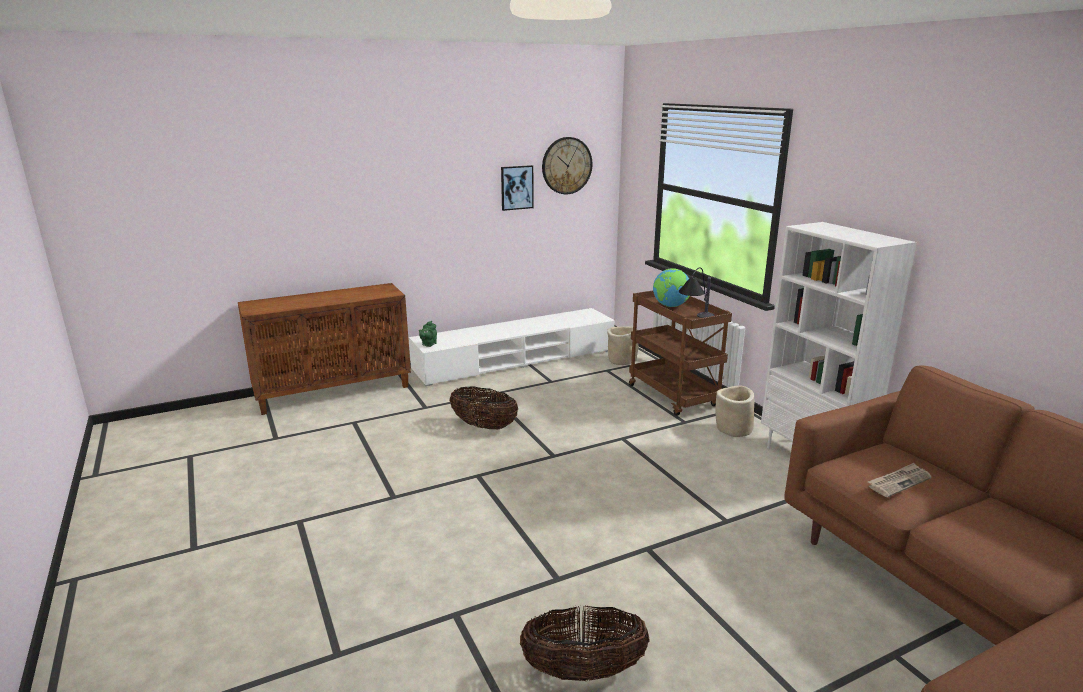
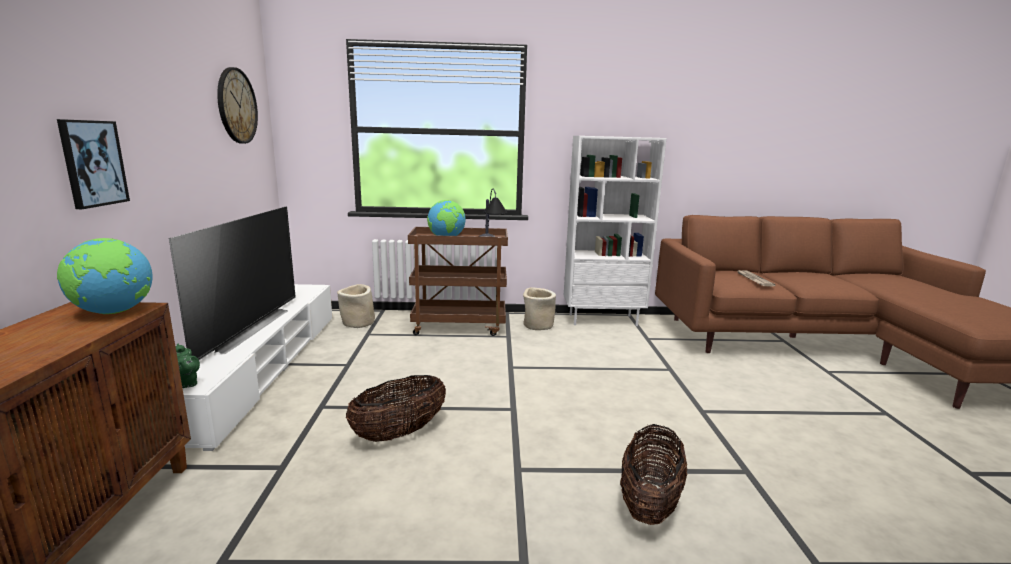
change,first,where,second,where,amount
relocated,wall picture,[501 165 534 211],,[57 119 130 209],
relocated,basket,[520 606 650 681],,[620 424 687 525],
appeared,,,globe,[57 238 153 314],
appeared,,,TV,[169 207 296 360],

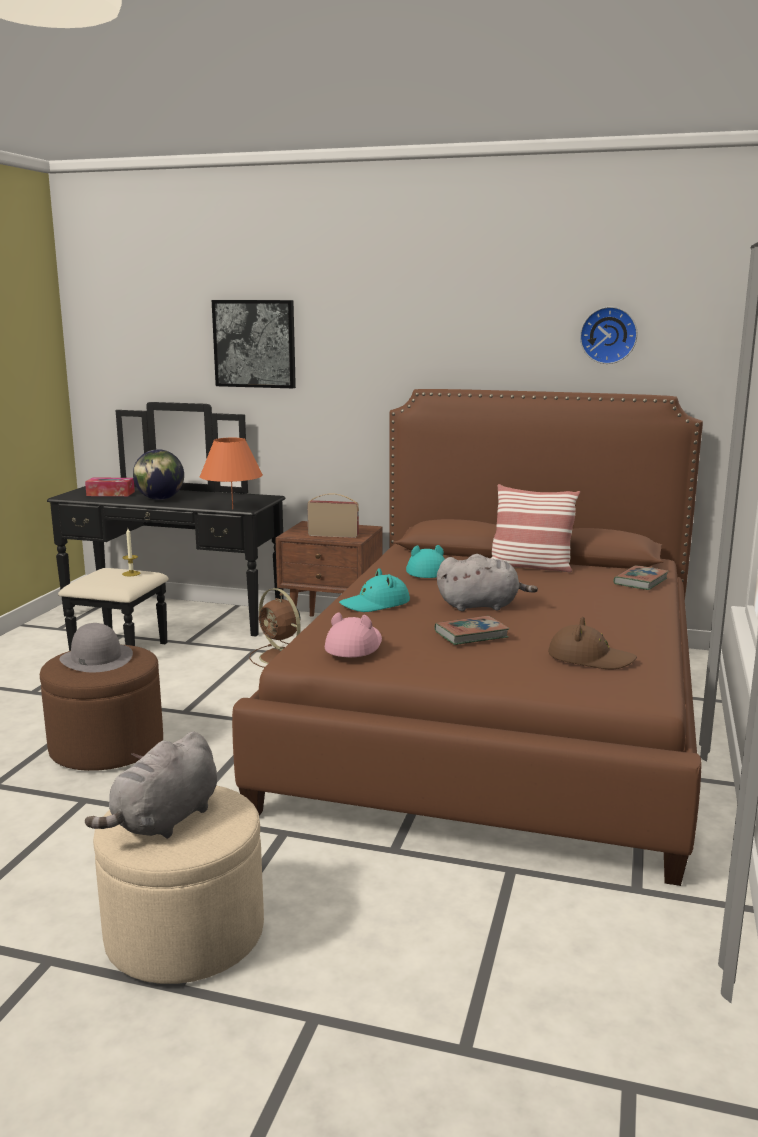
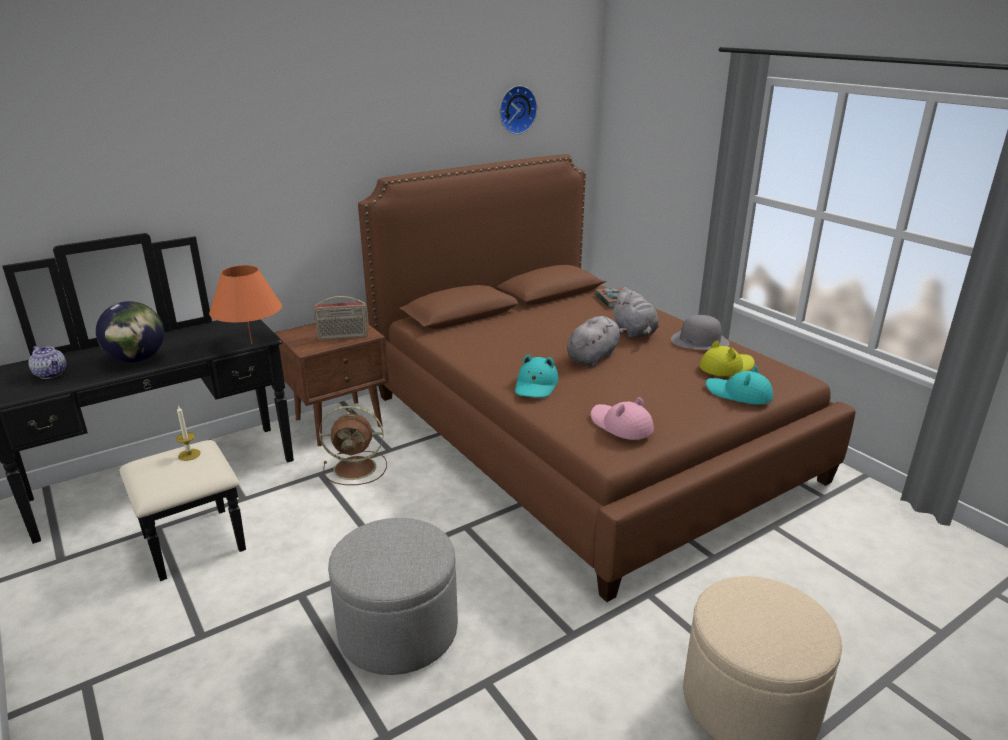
change,first,where,second,where,amount
colour,brown-coloured pouffe,[40 645 163 771],grey pouffe,[328 518 458 675],
relocated,grey clothing hat,[60 623 133 672],,[671 315 730 350],
exchanged,box of tissues,[85 478 135 496],tea pot,[28 346 66 379],
relocated,grey plush toy,[85 731 217 839],,[612 287 659 338],
missing,wall picture,[212 300 296 388],,,
spun,radio,[307 493 359 538],,[313 296 368 340],150 degrees counterclockwise
relocated,turquoise clothing hat,[406 545 445 578],,[706 365 773 404],
missing,volume,[435 616 509 645],,,
missing,cushion,[492 484 580 572],,,
colour,brown-coloured clothing hat,[548 617 637 669],yellow clothing hat,[700 341 755 376],

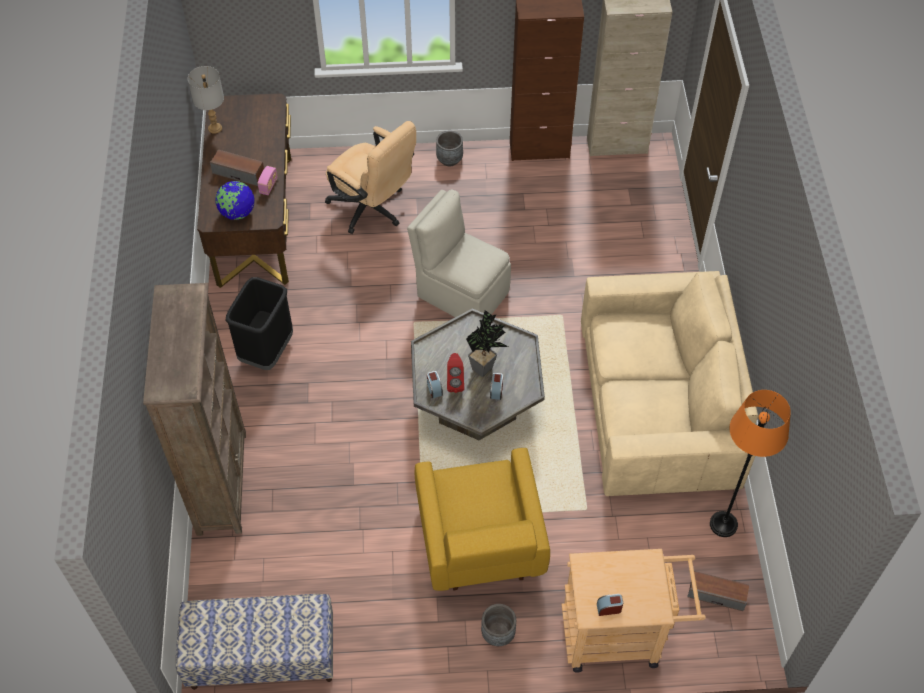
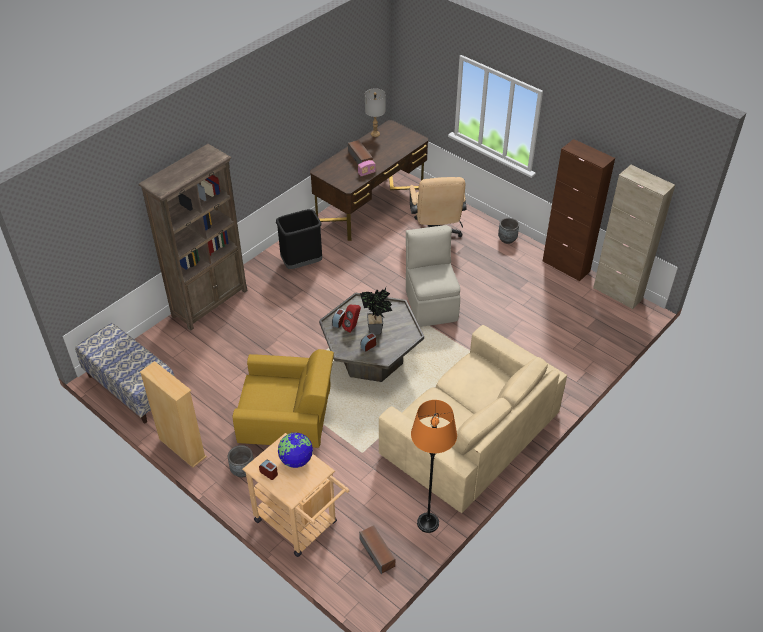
change,first,where,second,where,amount
relocated,globe,[215 181 254 220],,[278 432 313 468],
spun,yellow easy chair,[415 448 550 591],,[233 349 334 448],120 degrees counterclockwise
appeared,,,sand-coloured bookcase,[140 361 207 468],

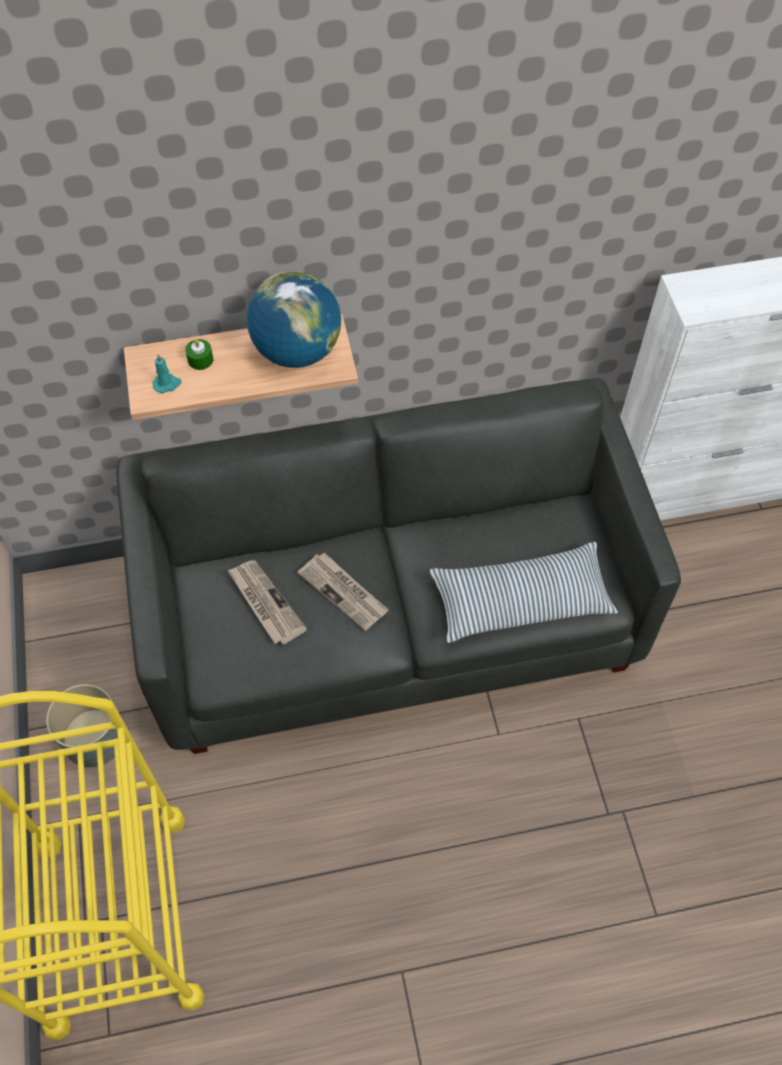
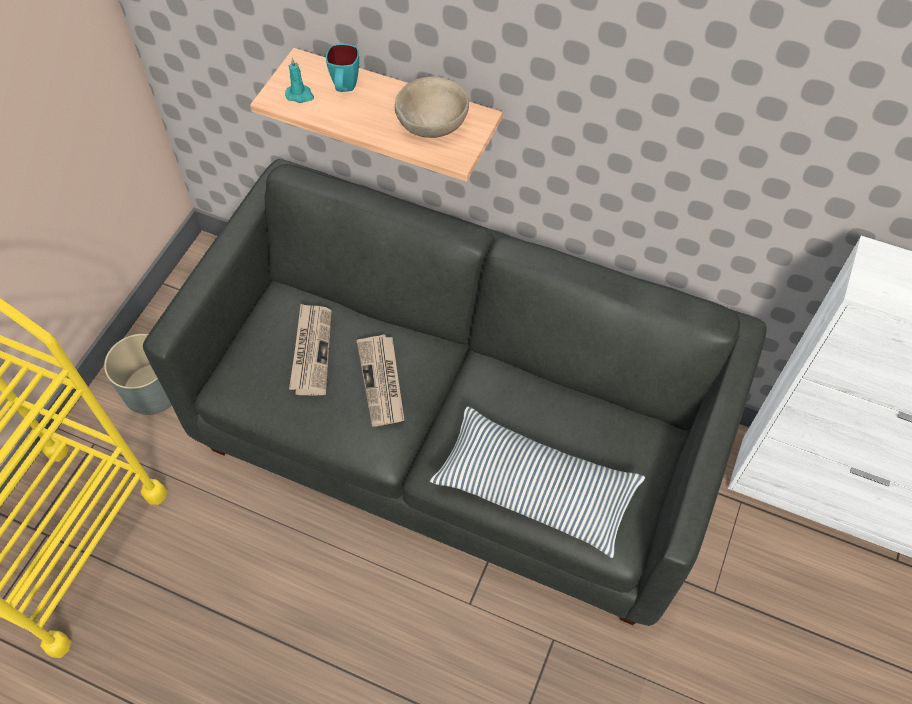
change,first,where,second,where,amount
exchanged,green-coloured wax candle,[185 339 213 370],turquoise coffee mug,[326 44 359 92],
exchanged,globe,[247 272 341 368],sand-coloured bowl,[395 76 469 138],

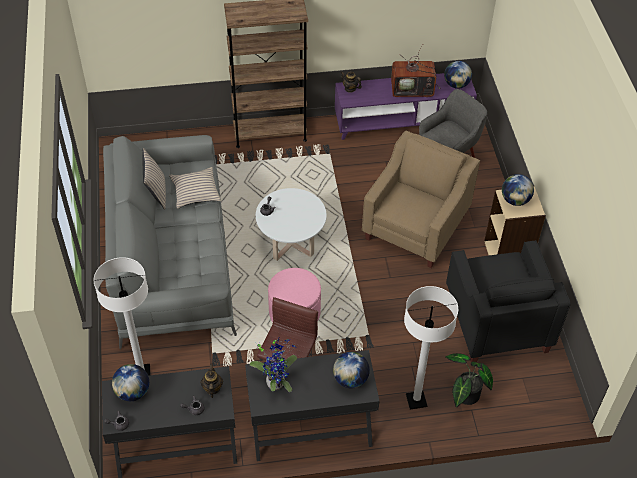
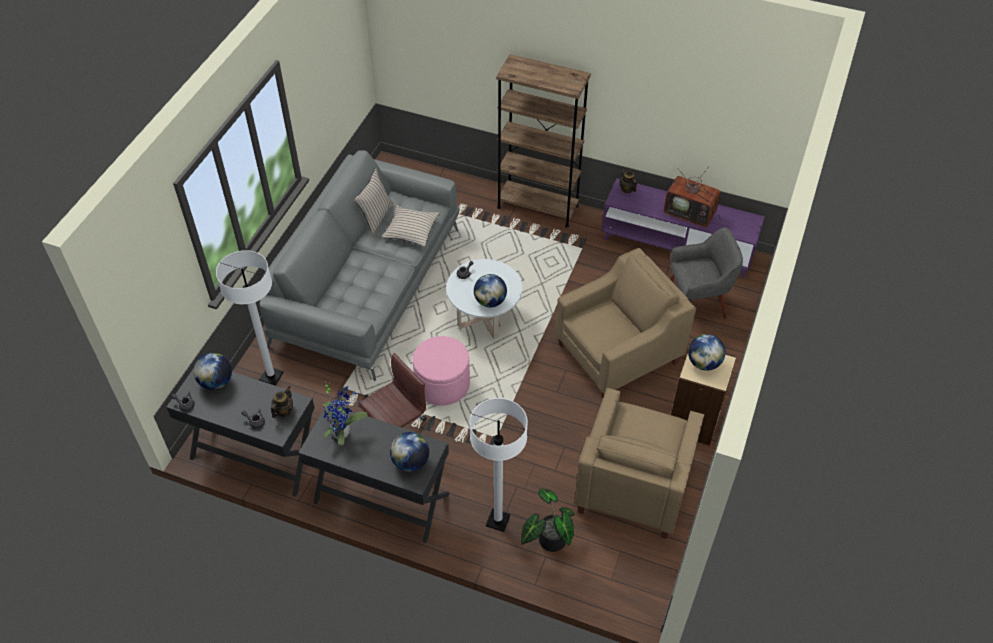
change,first,where,second,where,amount
relocated,globe,[444 61 472 89],,[474 274 507 307],
colour,blackish easy chair,[446 240 570 362],sand-coloured easy chair,[574 387 704 539],

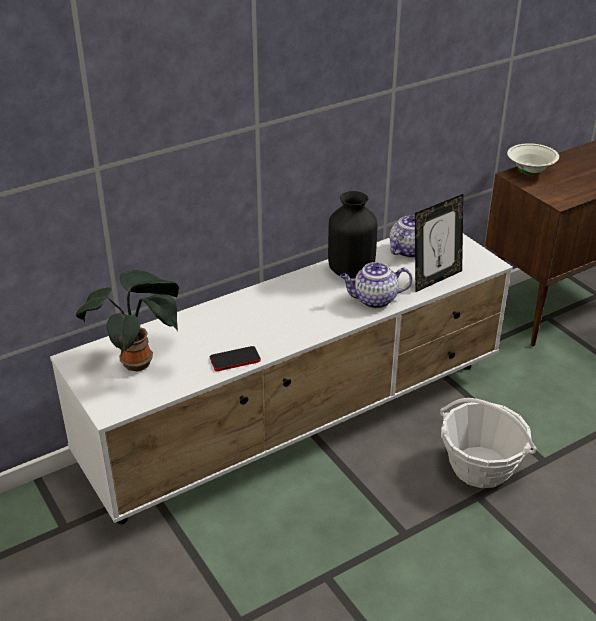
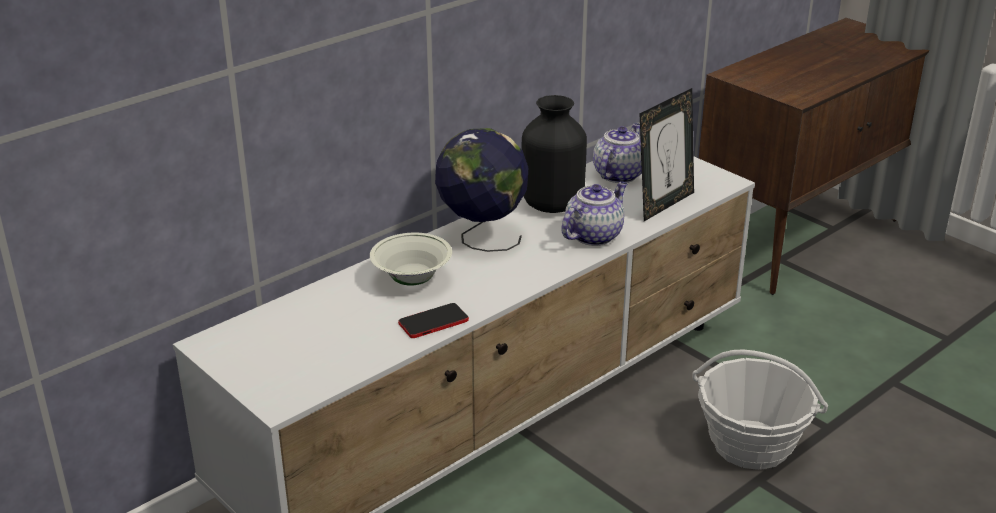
change,first,where,second,where,amount
missing,potted plant,[76 270 179 371],,,
spun,tea pot,[340 262 413 309],,[561 182 628 246],150 degrees clockwise
relocated,white bowl,[507 143 559 175],,[370 233 452 286],
appeared,,,globe,[435 128 528 252],

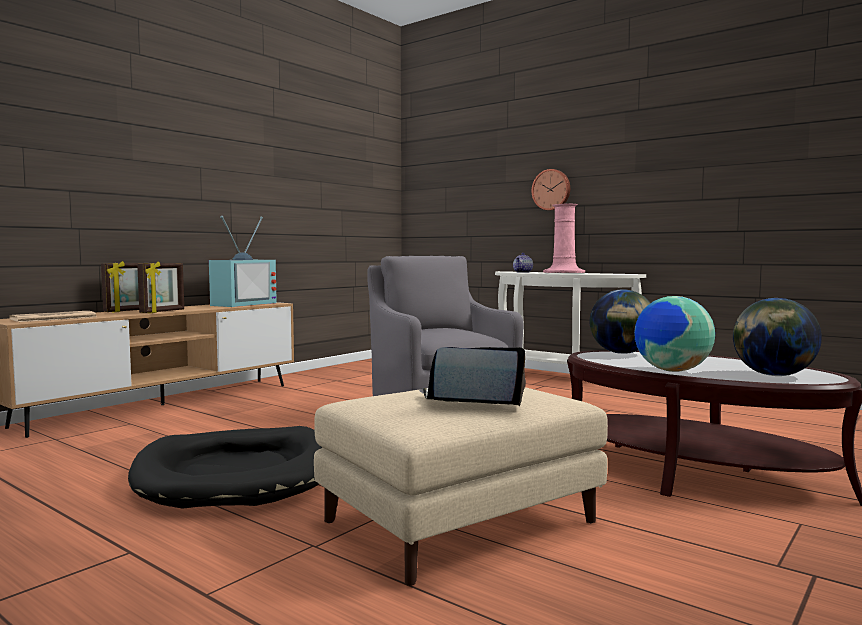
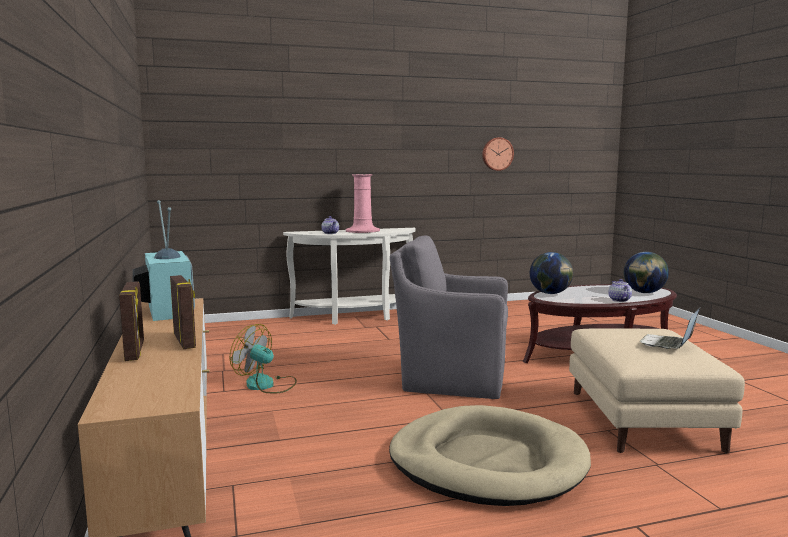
change,first,where,second,where,amount
missing,printed paper,[9 311 96 322],,,
colour,blackish dog bed,[128 426 322 509],sand-coloured dog bed,[389 405 591 506],
relocated,wall clock,[532 169 570 211],,[482 137 514 171],
exchanged,globe,[634 296 715 372],tea pot,[608 279 632 302],
appeared,,,cooling fan,[230 324 297 393],

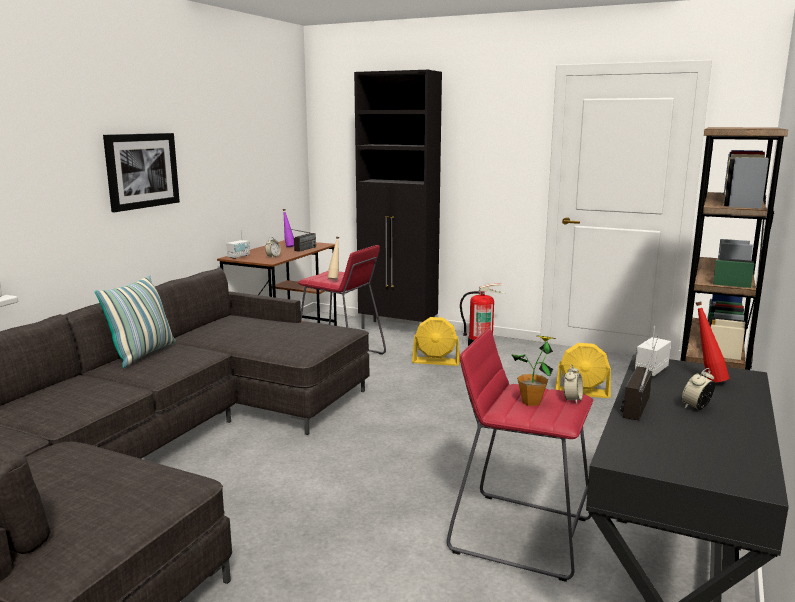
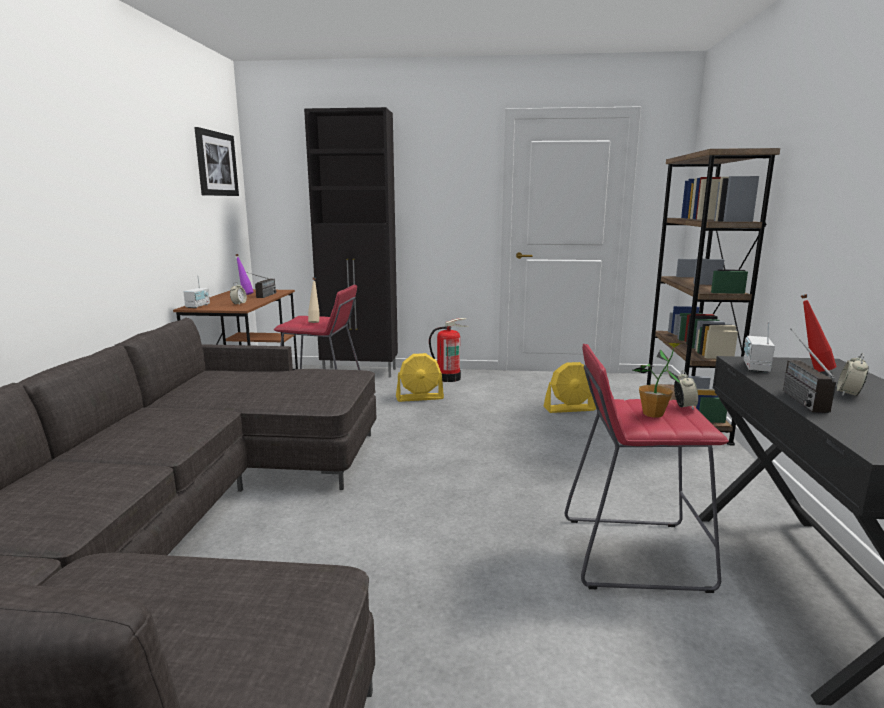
change,first,where,second,where,amount
missing,cushion,[95 275 176 368],,,
relocated,wall picture,[103 133 180 212],,[194 127 239 196],

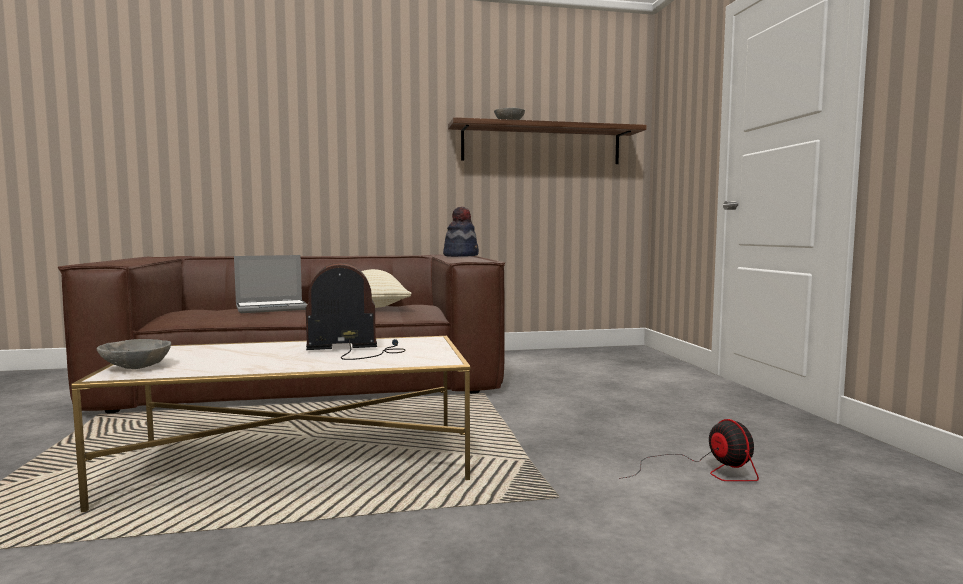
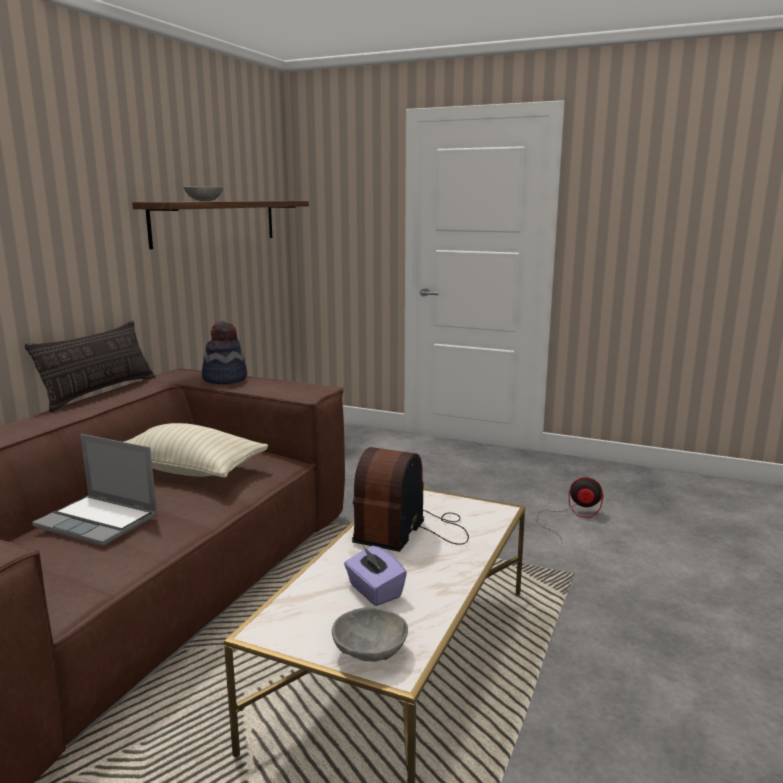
change,first,where,second,where,amount
spun,notebook computer,[234 255 307 313],,[32 434 158 546],105 degrees clockwise
appeared,,,cushion,[25 321 155 412],
appeared,,,purplish box of tissues,[344 546 407 606],

